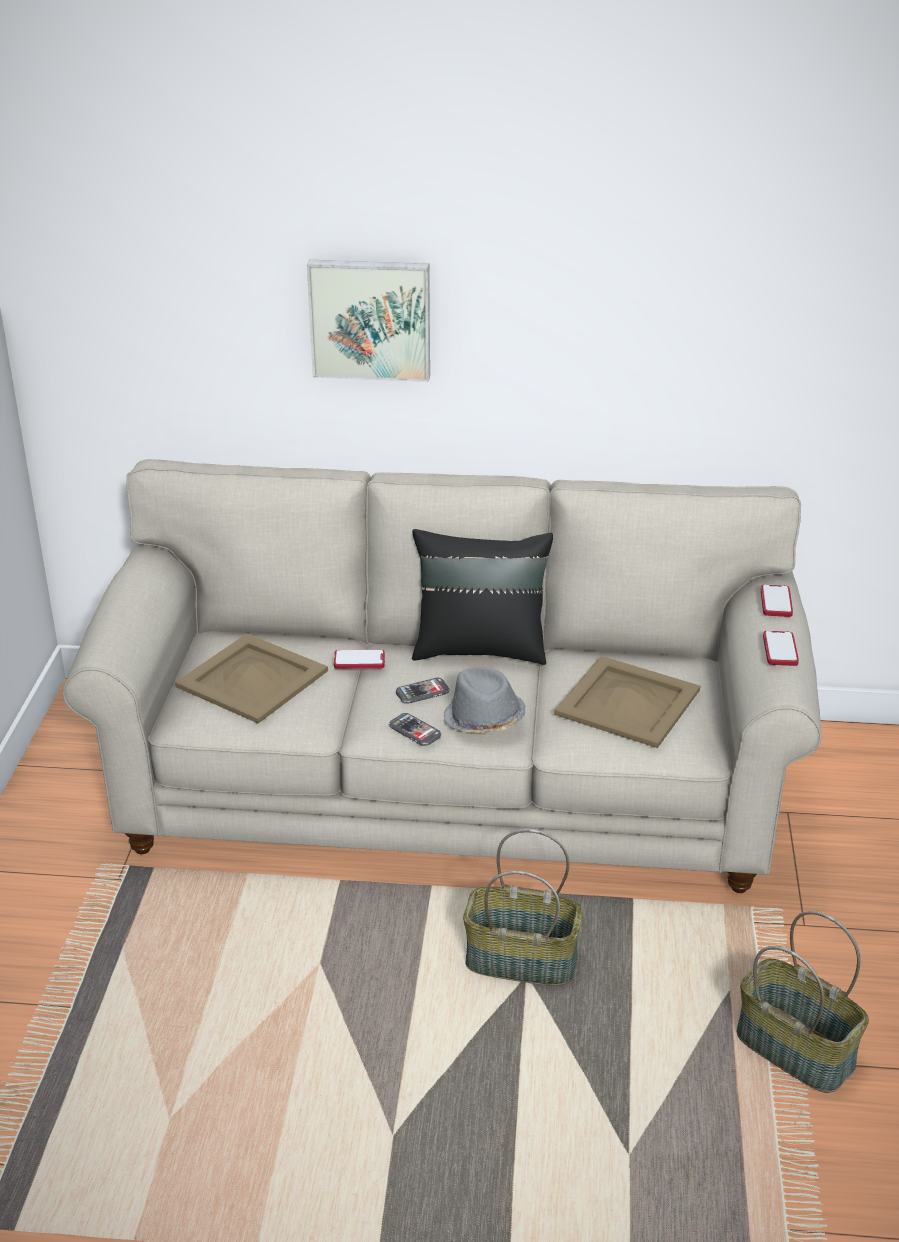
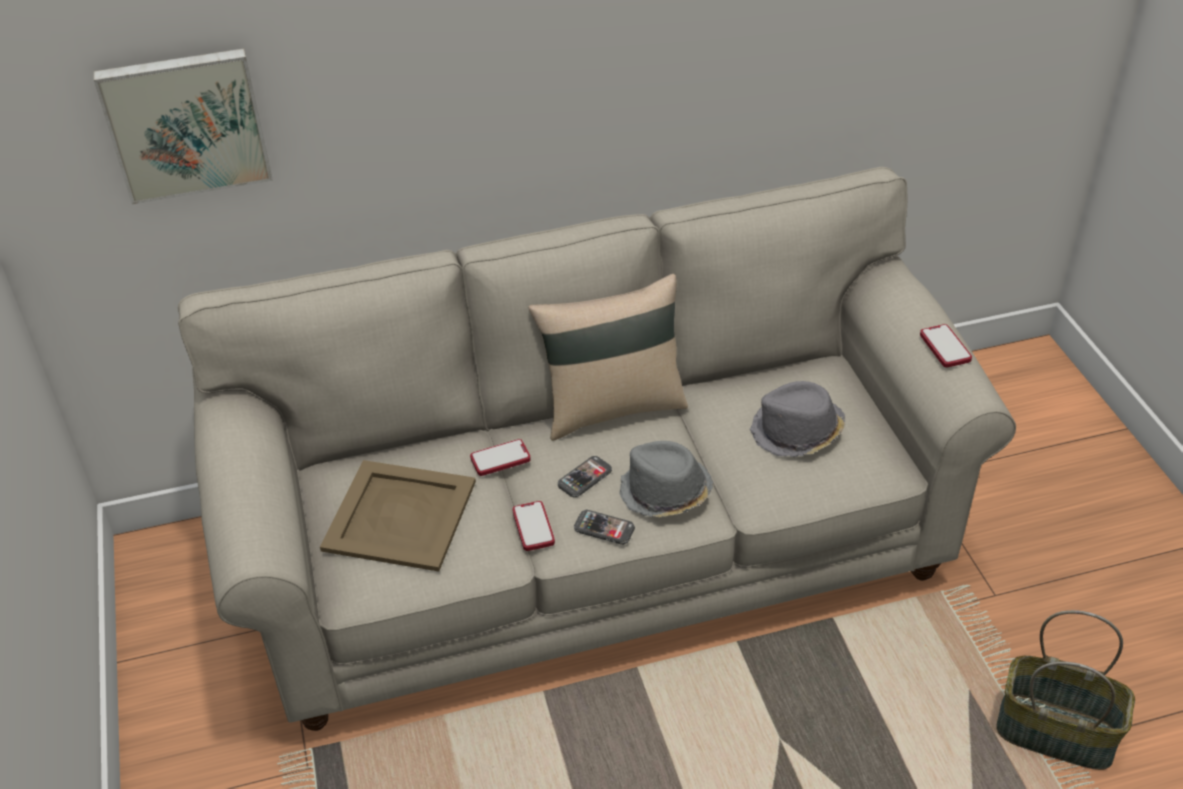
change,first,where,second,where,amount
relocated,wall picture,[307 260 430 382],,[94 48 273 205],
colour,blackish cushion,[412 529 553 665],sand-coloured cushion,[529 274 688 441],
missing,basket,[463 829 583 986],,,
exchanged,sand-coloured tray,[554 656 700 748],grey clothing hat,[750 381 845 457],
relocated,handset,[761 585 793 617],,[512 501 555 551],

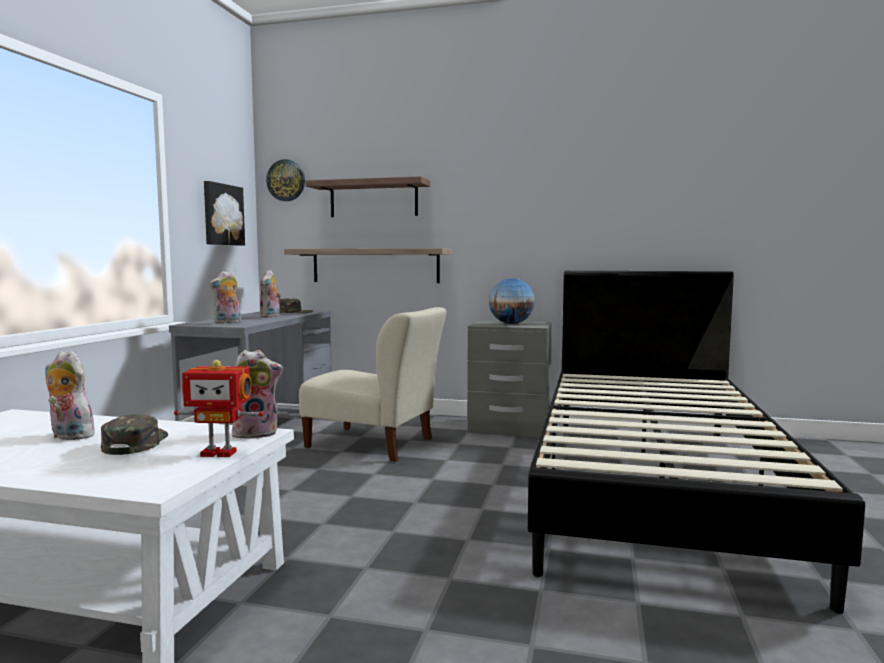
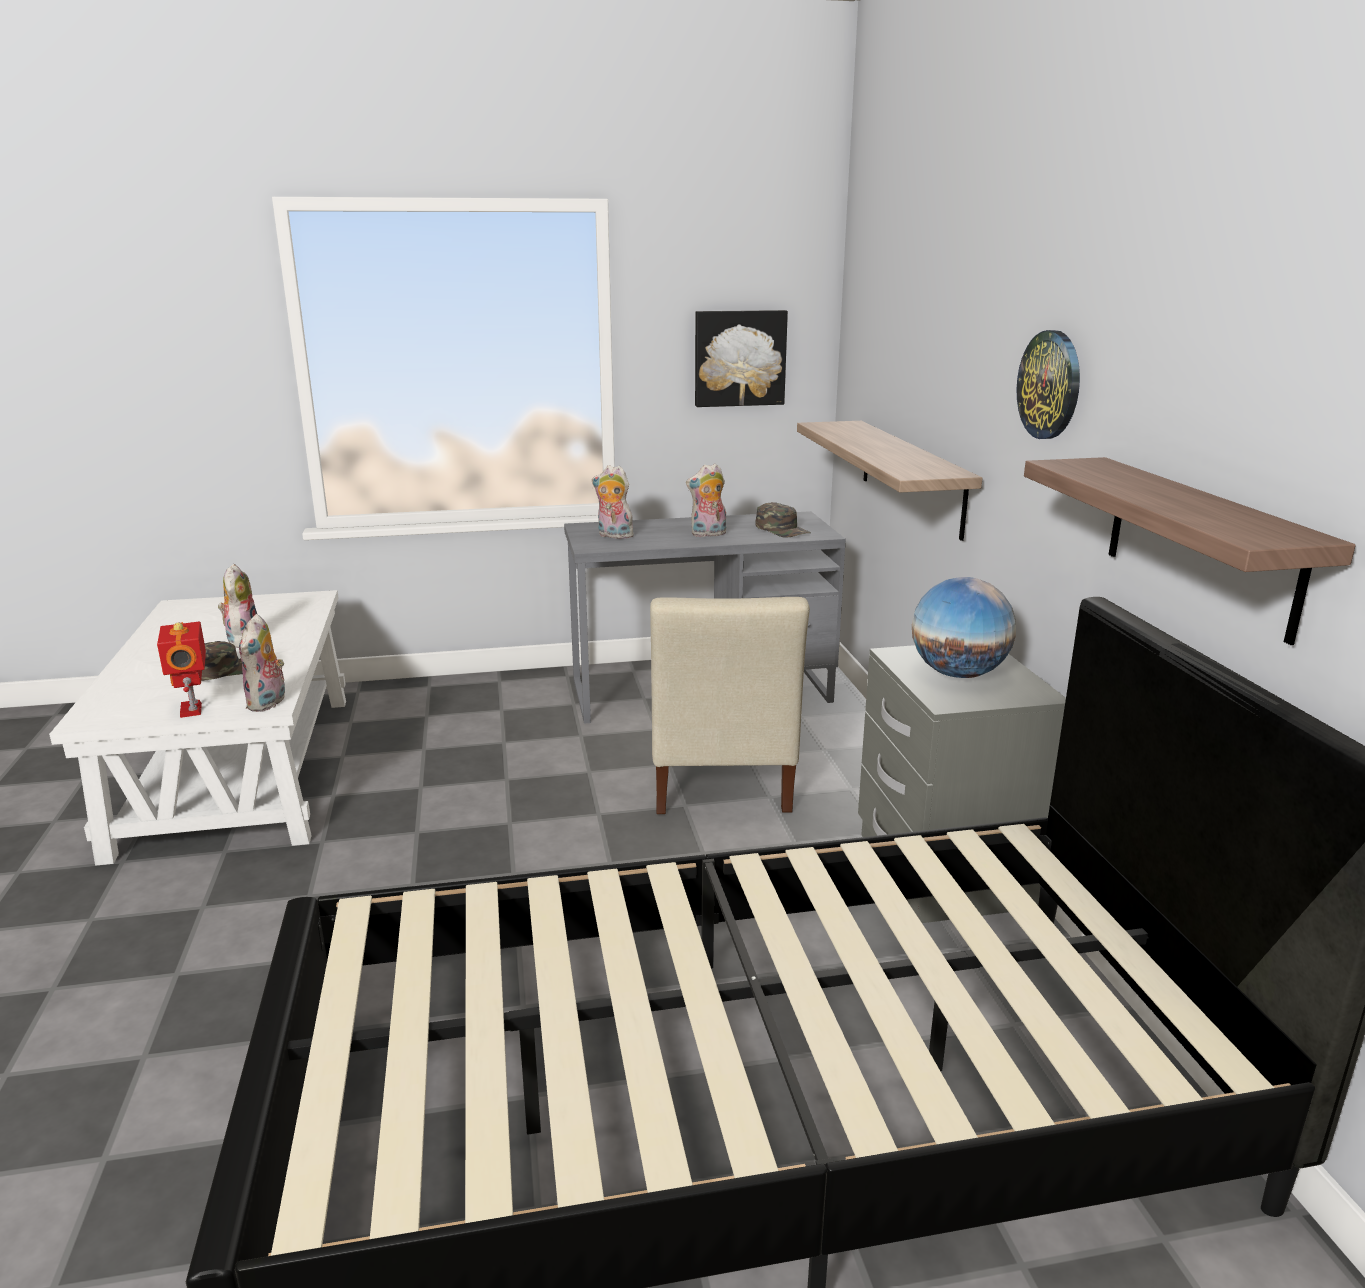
change,first,where,second,where,amount
spun,plush toy,[232 350 283 439],,[239 614 285 712],45 degrees clockwise
relocated,wall clock,[266 159 305 201],,[1016 330 1080 439],
relocated,bracket shelf,[305 176 430 217],,[1024 457 1356 645],

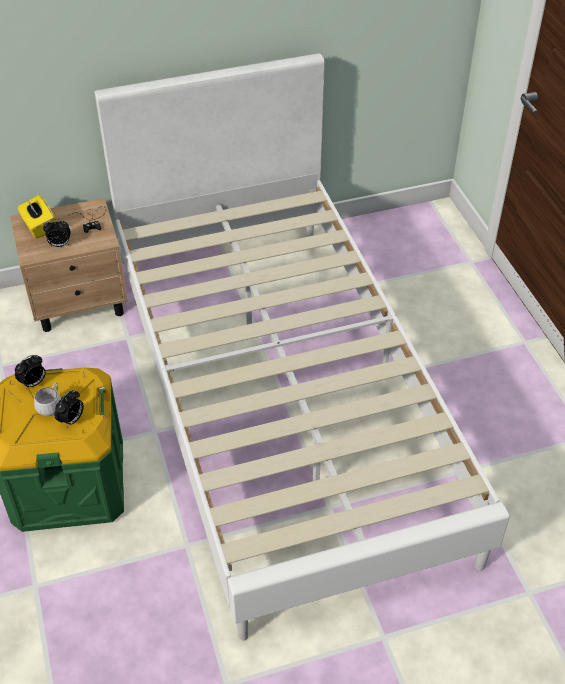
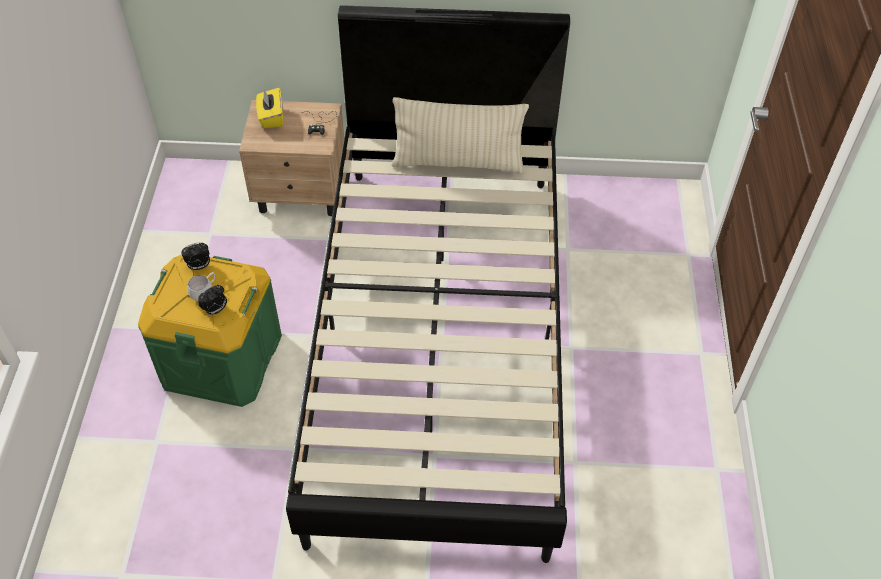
change,first,where,second,where,amount
missing,table clock,[43 219 70 247],,,
colour,white bed,[95 53 509 641],blackish bed,[286 5 570 563],
appeared,,,sand-coloured cushion,[391 97 529 174],

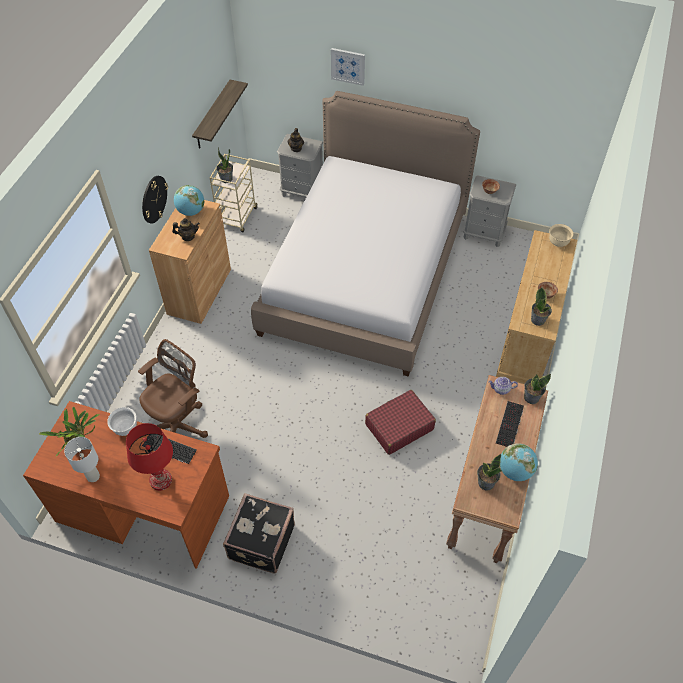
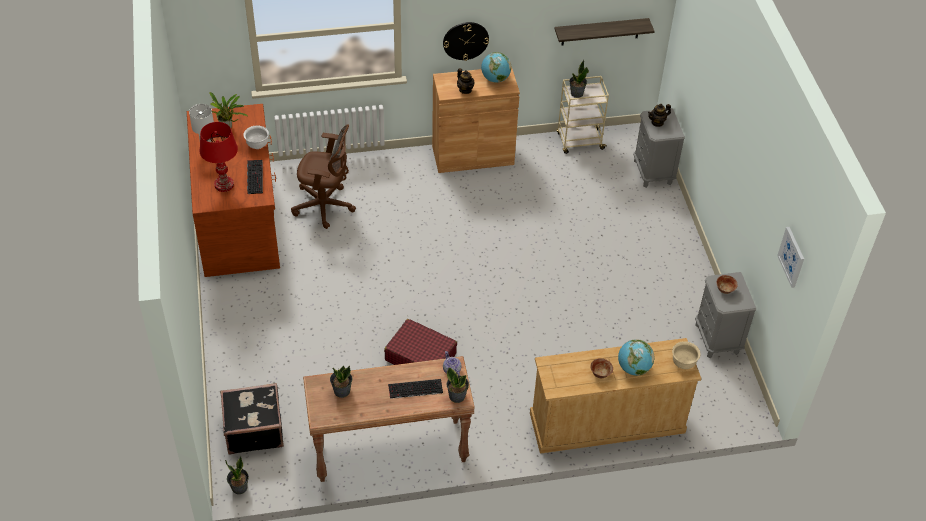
change,first,where,second,where,amount
relocated,blackish suitcase,[223 493 295 574],,[220 383 284 454],
missing,bed,[251 91 480 377],,,
relocated,wall picture,[331 48 365 86],,[777 227 804 288],
relocated,globe,[500 443 538 481],,[618 339 655 376],
relocated,potted plant,[531 287 552 326],,[225 456 249 494],

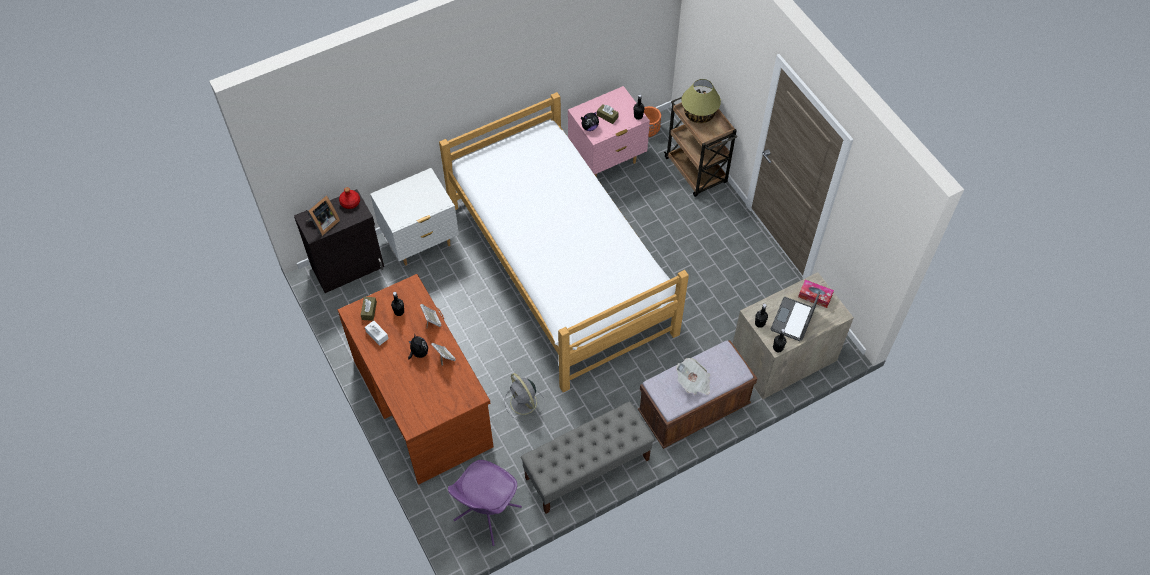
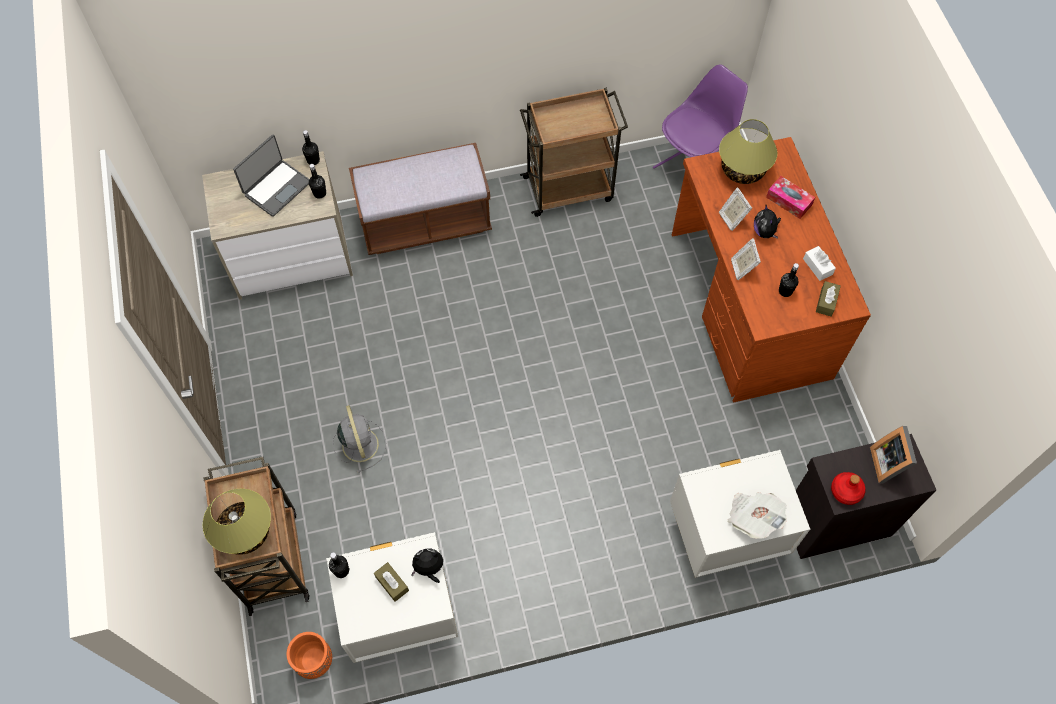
change,first,where,second,where,amount
spun,picture frame,[306 194 340 236],,[870 426 917 484],60 degrees counterclockwise
missing,bed,[439 92 689 392],,,
relocated,grey cooling fan,[504 373 545 421],,[332 405 386 473],
exchanged,grey indoor bench,[521 401 655 514],brown-coloured cart,[520 88 628 217],
colour,pink night table,[568 86 650 177],white night table,[326 532 458 663],
relocated,printed paper,[676 358 710 395],,[727 492 787 539],
relocated,box of tissues,[798 280 834 308],,[766 176 815 219],
appeared,,,tabletop lamp,[719 119 777 184],

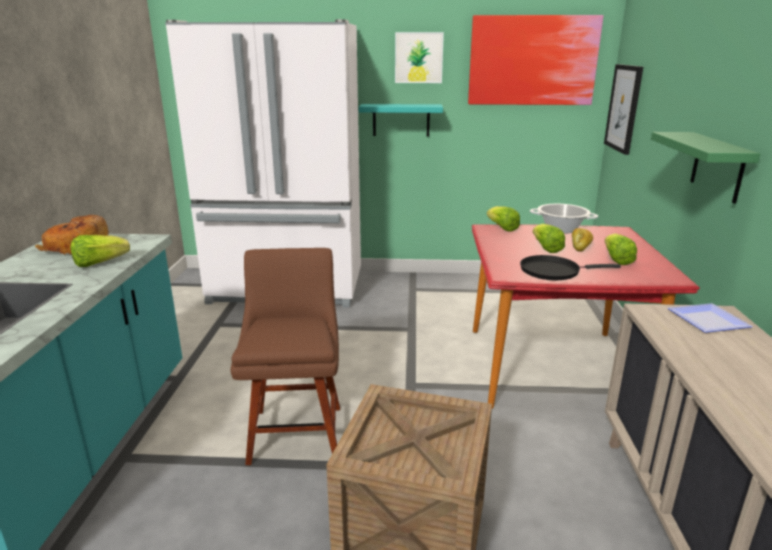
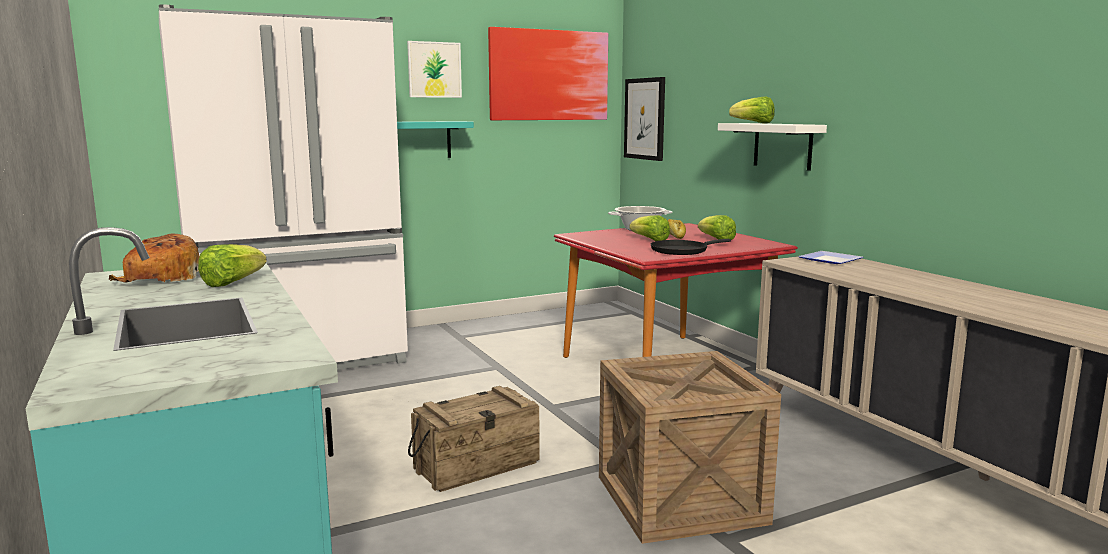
change,first,where,second,where,amount
exchanged,brown-coloured plain chair,[231 248 340 465],crate,[408 386 540 492],
relocated,lettuce,[487 206 520 232],,[729 96 775 124],
colour,green-coloured bracket shelf,[651 132 760 204],white bracket shelf,[718 123 827 171],

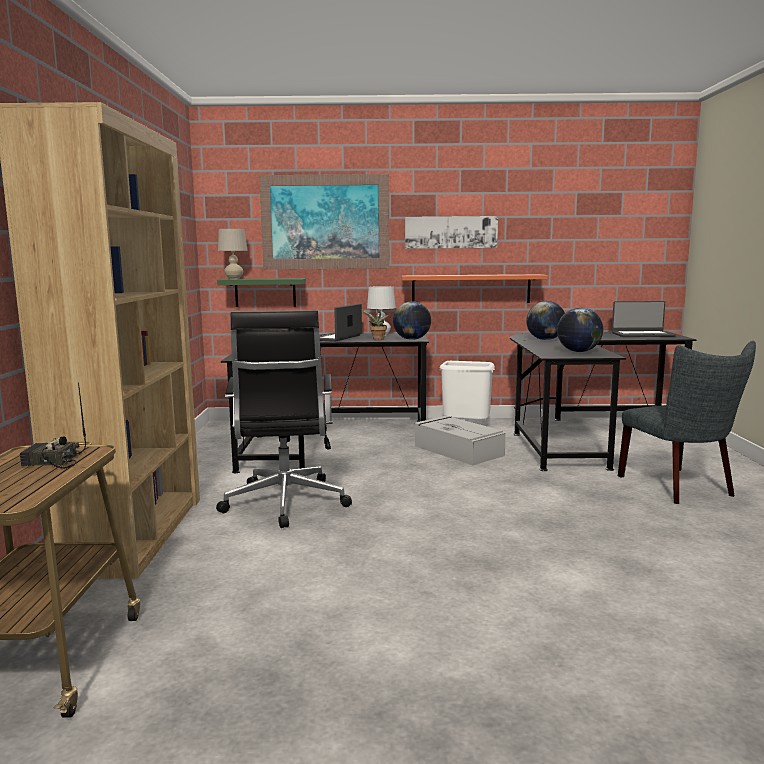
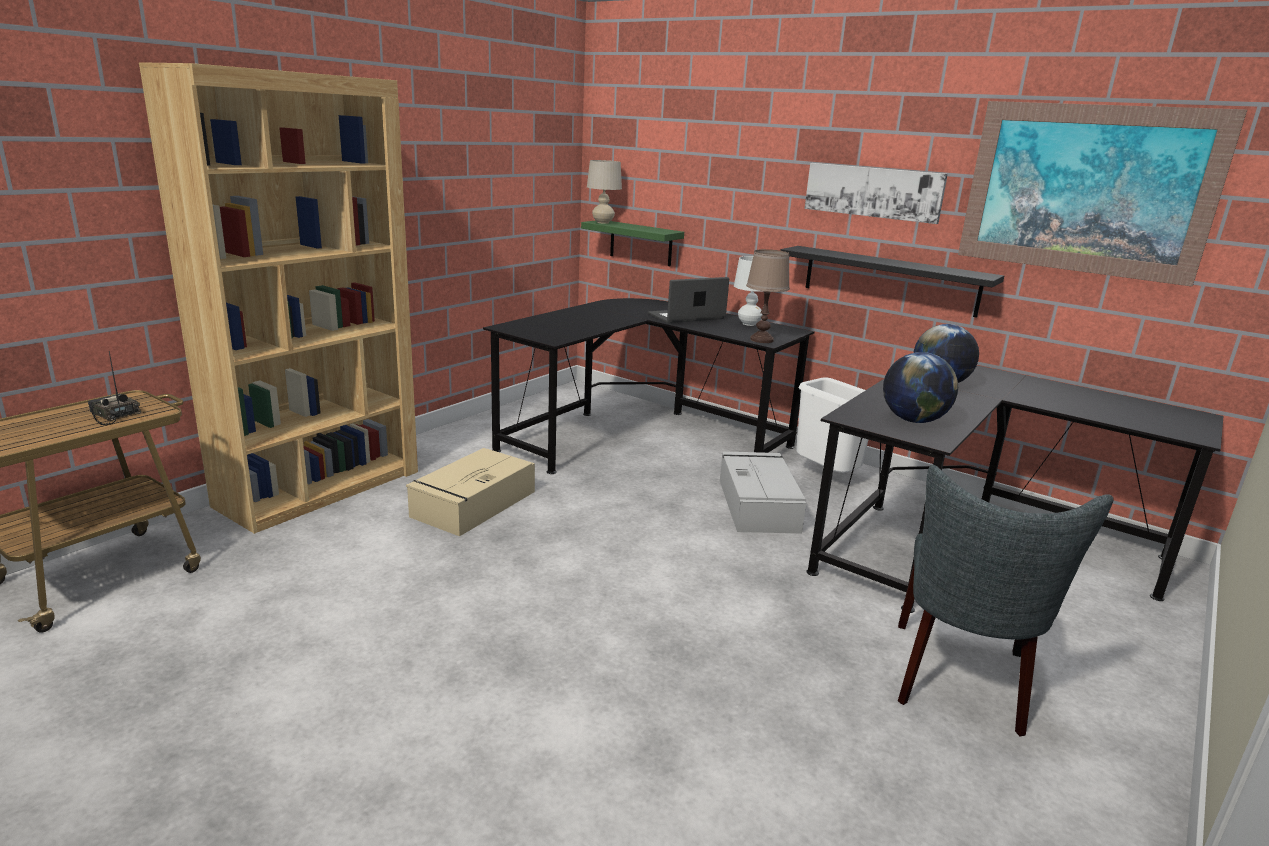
change,first,where,second,where,amount
exchanged,blackish desk chair,[216 311 352 528],sand-coloured storage box,[406 448 535 536],
relocated,wall picture,[259 174 389 270],,[958 101 1247 287],
missing,potted plant,[361 308 389 340],,,
exchanged,globe,[393 301 431 340],brown-coloured tabletop lamp,[746 249 790 343],
colour,orangey bracket shelf,[401 274 548 303],blackish bracket shelf,[780 246 1004 318],
missing,notebook computer,[612 301 676 337],,,

